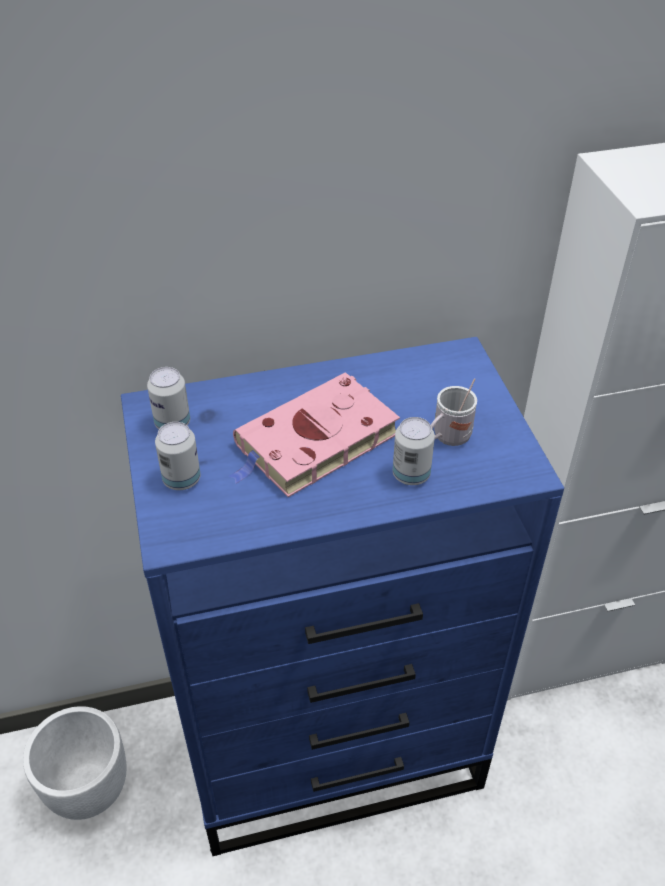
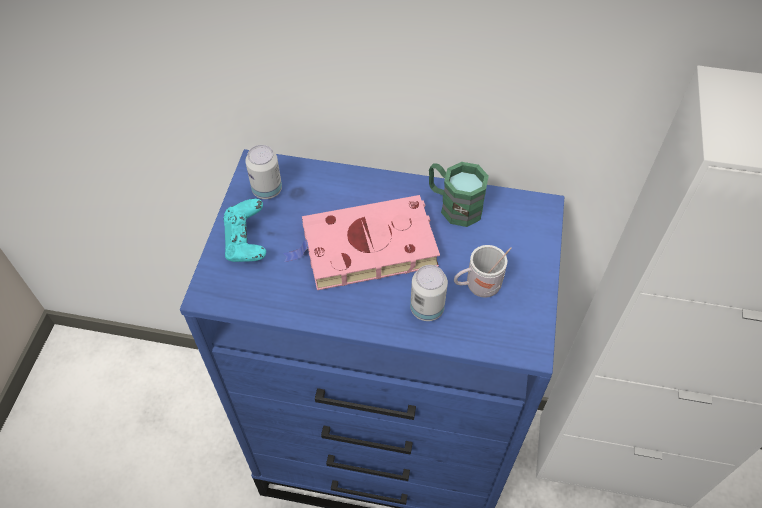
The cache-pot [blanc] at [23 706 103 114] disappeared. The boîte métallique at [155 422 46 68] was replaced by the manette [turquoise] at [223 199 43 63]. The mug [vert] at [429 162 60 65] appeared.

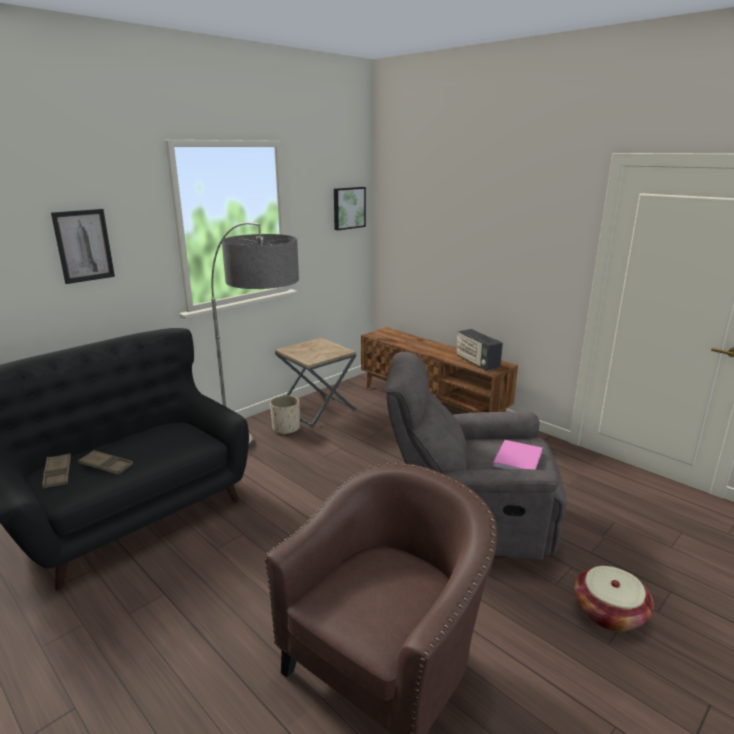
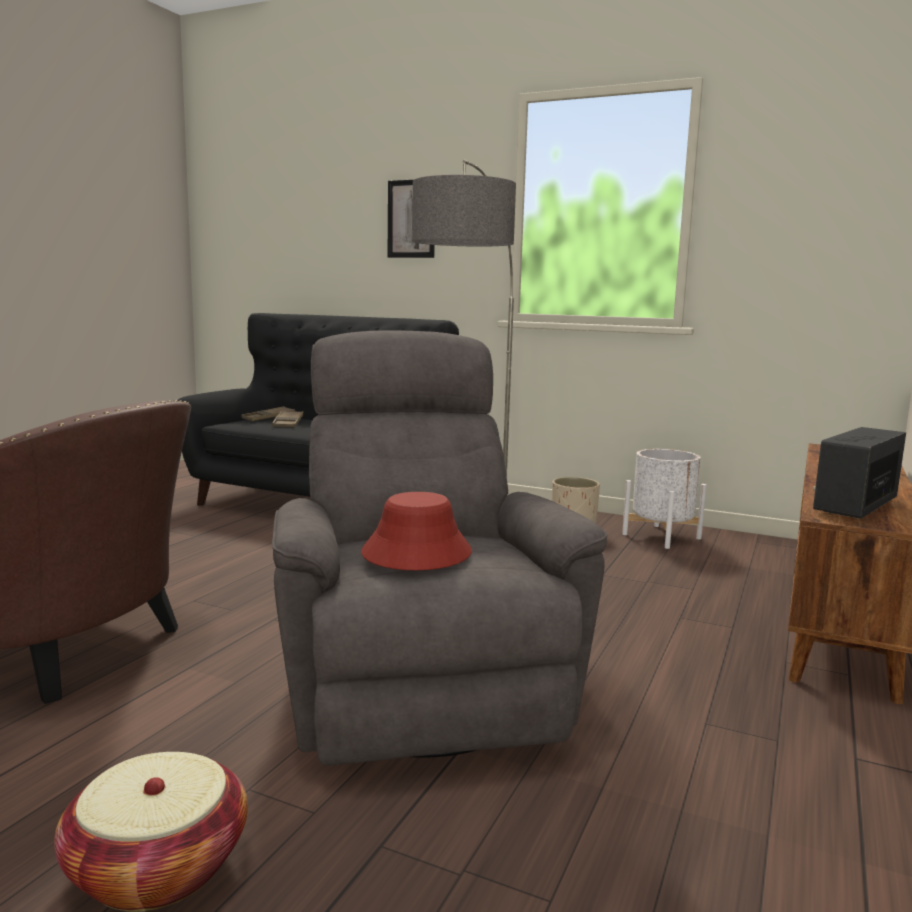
The table d'appoint [marron] at [275 338 82 89] was replaced by the cache-pot [blanc] at [622 449 84 100]. The tableau at [334 187 32 43] disappeared. The livre [rose] at [493 440 50 30] was replaced by the chapeau [rouge] at [361 492 111 78].

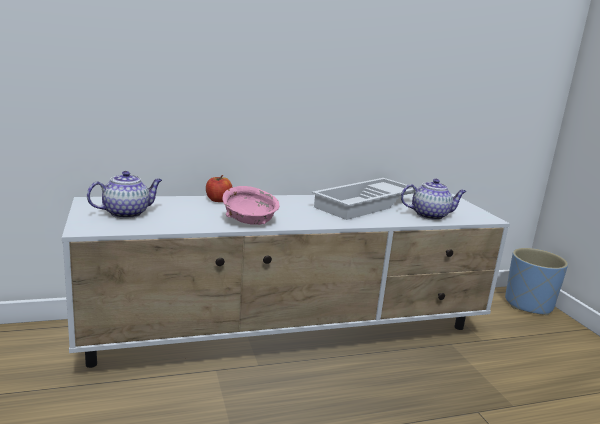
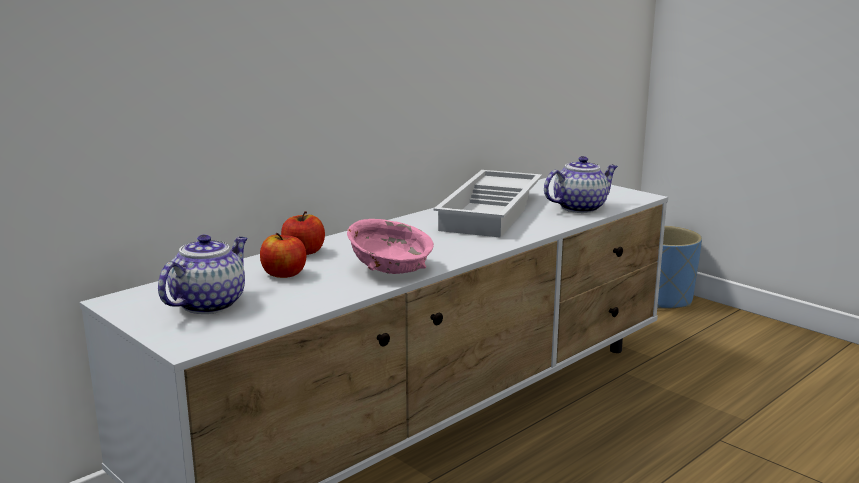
The pomme at [260 233 46 45] appeared.

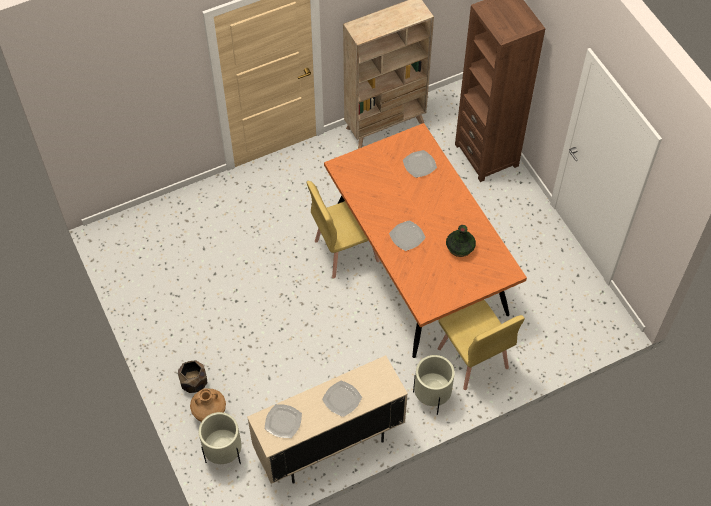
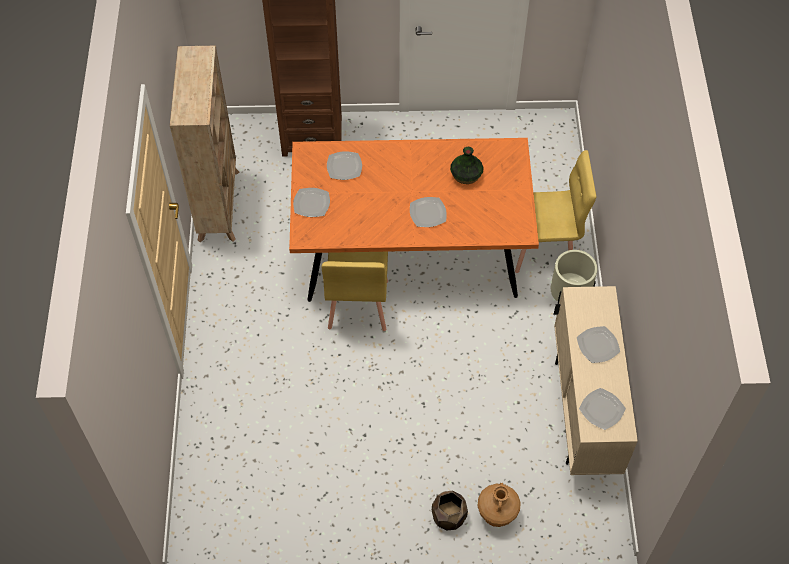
The cache-pot [beige] at [199 412 43 52] disappeared. The assiette at [293 188 37 29] appeared.

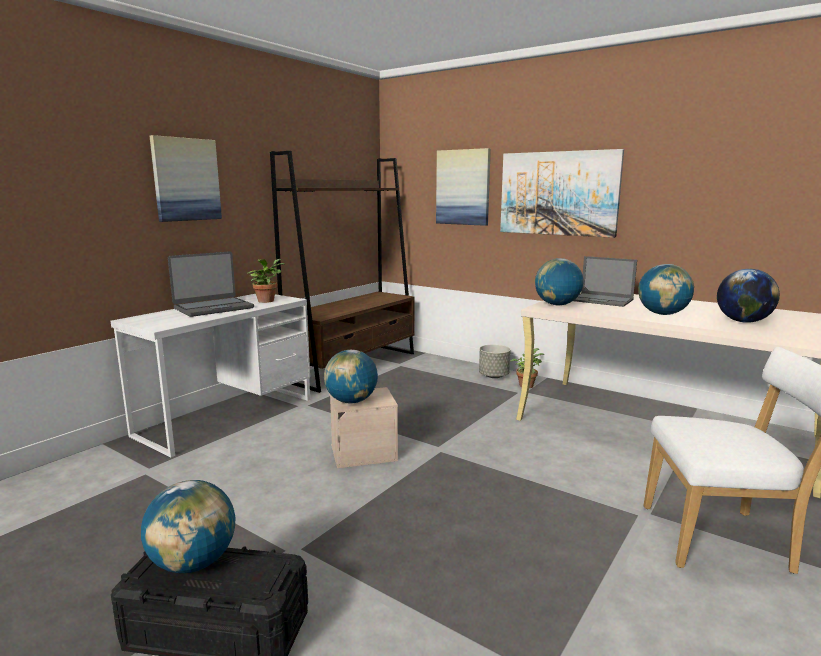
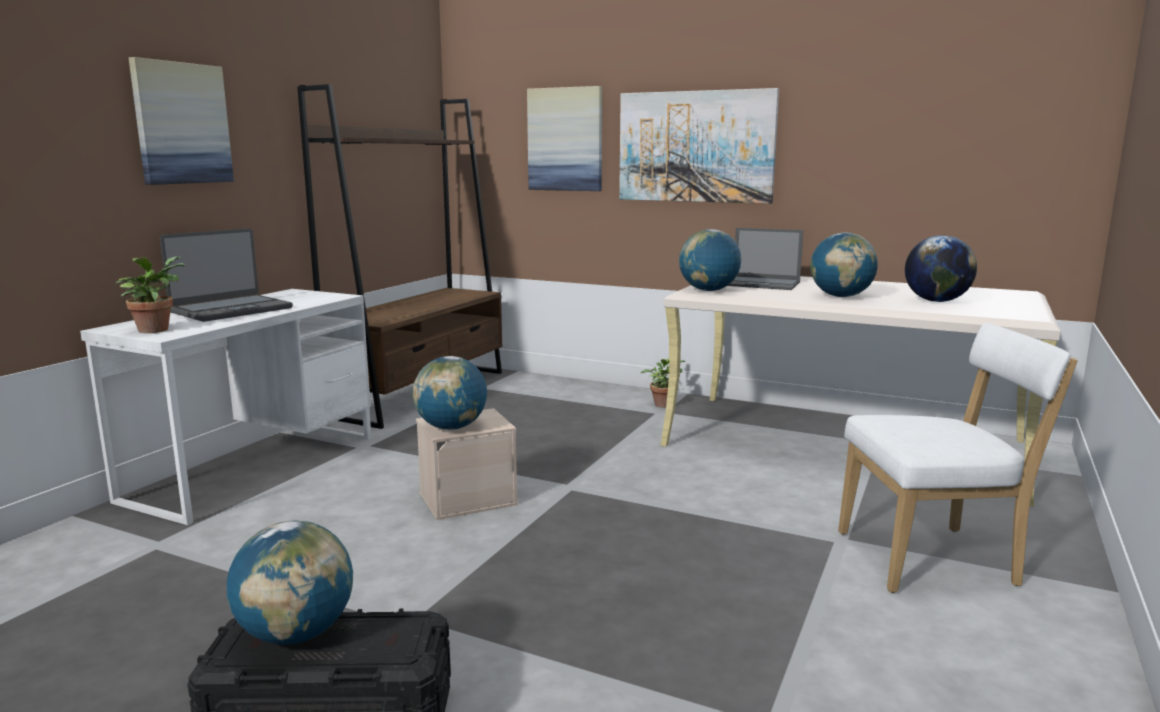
The plante en pot moved from [247 259 37 44] to [115 257 70 76]. The cache-pot [gris] at [479 344 32 34] disappeared.

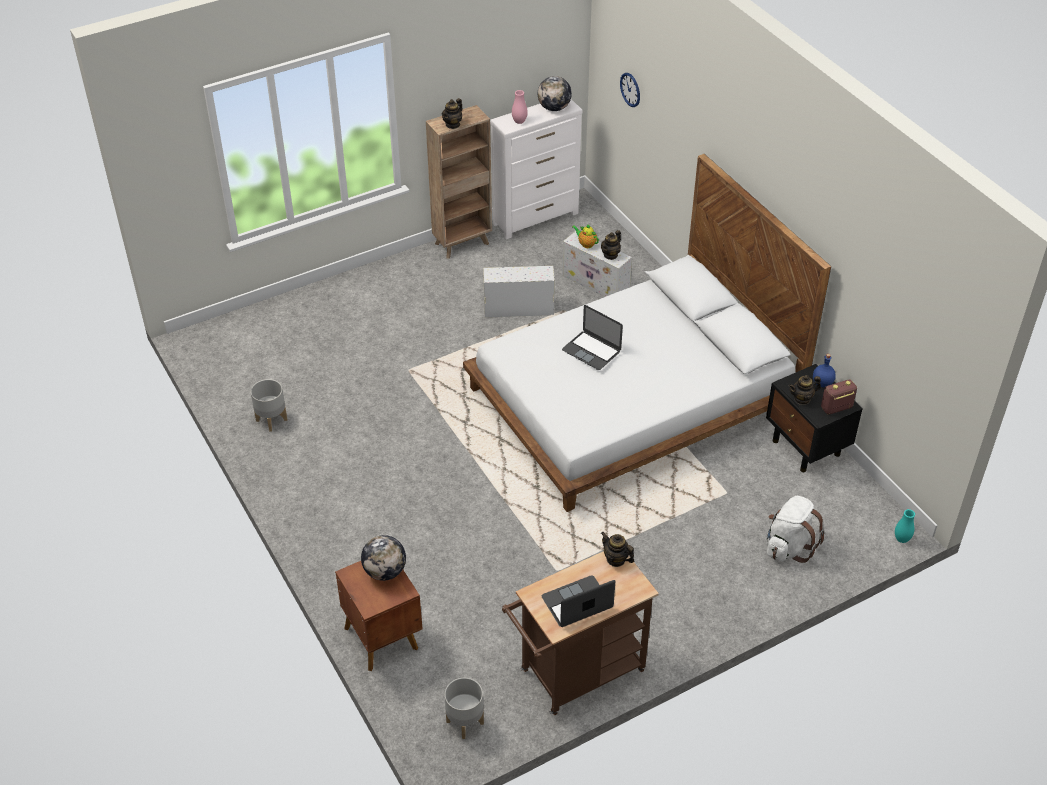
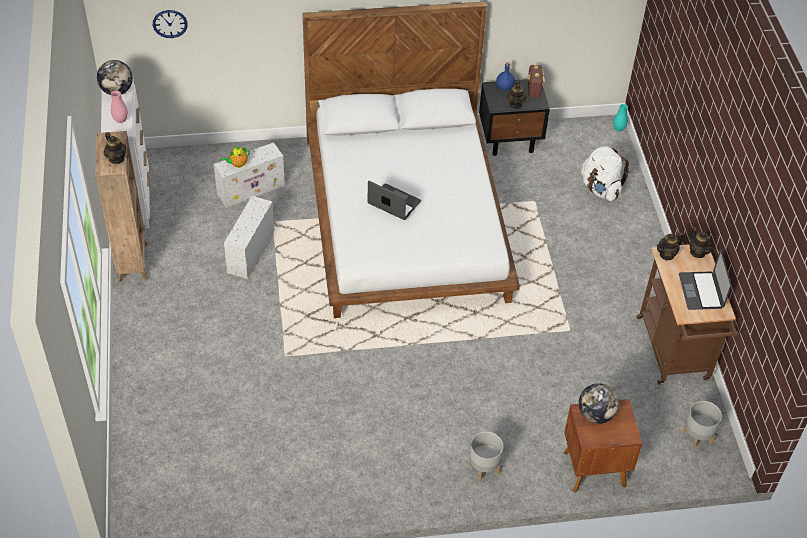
The cache-pot [gris] moved from [251 379 36 53] to [468 432 35 50]. The ordinateur portable at [562 305 61 65] turned 120 degrees counterclockwise. The théière moved from [601 230 20 30] to [689 227 24 31].

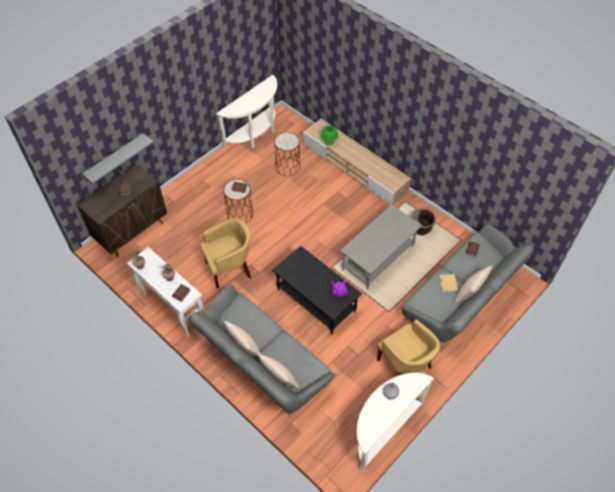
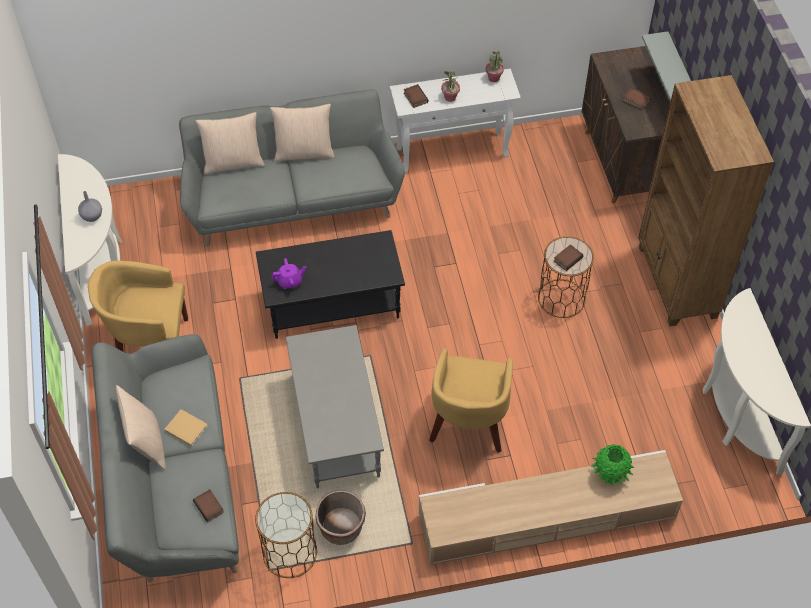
The fauteuil [jaune] moved from [200 219 51 70] to [429 348 84 105]. The table d'appoint [marron] moved from [274 132 26 44] to [255 492 62 86]. The bibliothèque [marron] at [638 75 136 251] appeared.

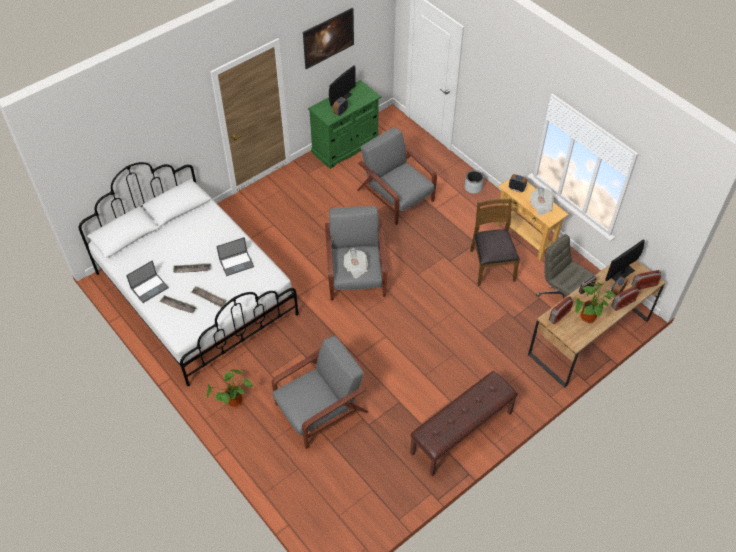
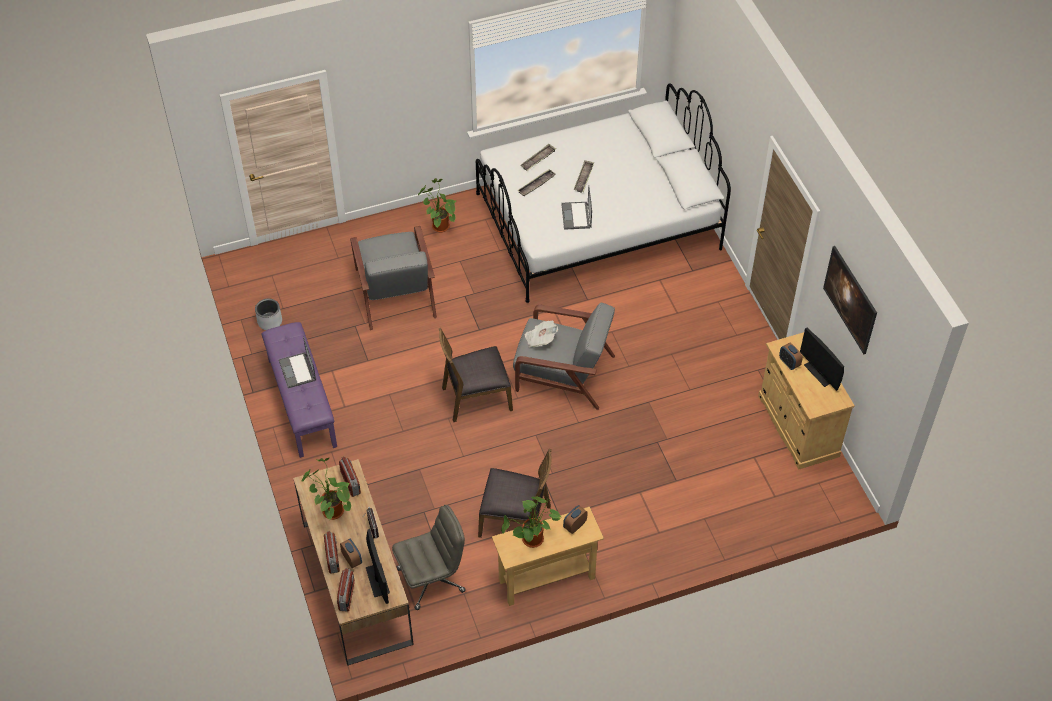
The ordinateur portable moved from [126 260 43 43] to [279 336 37 52]. The meuble de rangement [vert] at [308 80 73 89] became the meuble de rangement [beige] at [758 332 97 138]. The fauteuil [gris] at [357 128 80 97] disappeared. The banc [marron] at [410 371 108 106] became the banc [violet] at [261 322 76 136]. The cache-pot [gris] moved from [465 170 19 24] to [255 299 27 31]. The journal at [530 187 24 29] was replaced by the plante en pot at [501 496 60 52]. The chaise [marron] at [439 328 74 94] appeared.

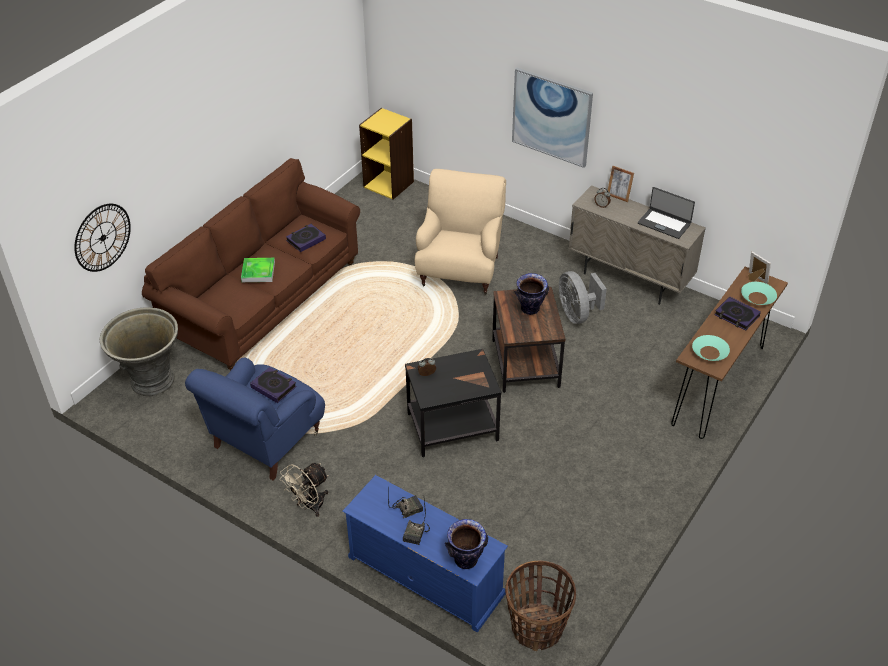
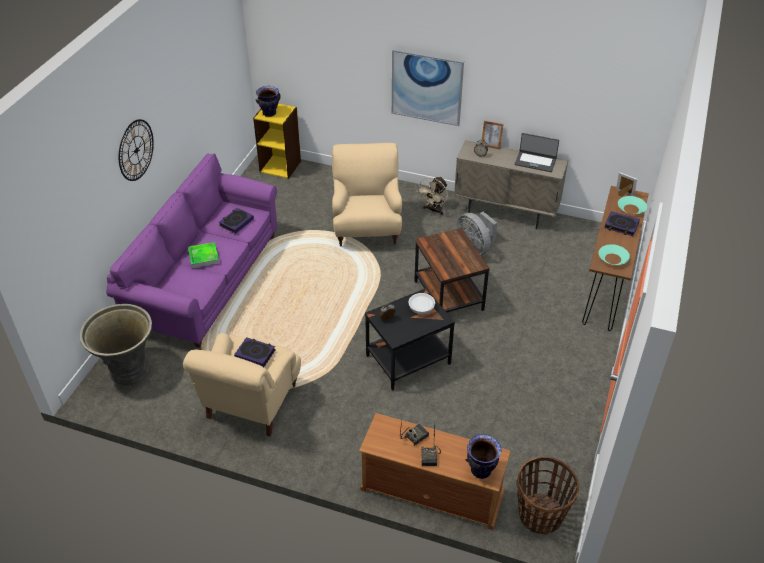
The horloge murale moved from [74 204 57 68] to [119 119 35 62]. The canapé [marron] at [142 158 218 212] became the canapé [violet] at [106 153 171 195]. The fauteuil [bleu] at [185 358 140 122] became the fauteuil [beige] at [183 333 118 104]. The ventilateur [beige] moved from [280 463 49 54] to [416 176 32 39]. The meuble télé [bleu] at [342 475 166 158] became the meuble télé [marron] at [359 413 152 117]. The vase moved from [514 273 35 42] to [256 86 24 31]. The bol [blanc] at [409 293 26 22] appeared.

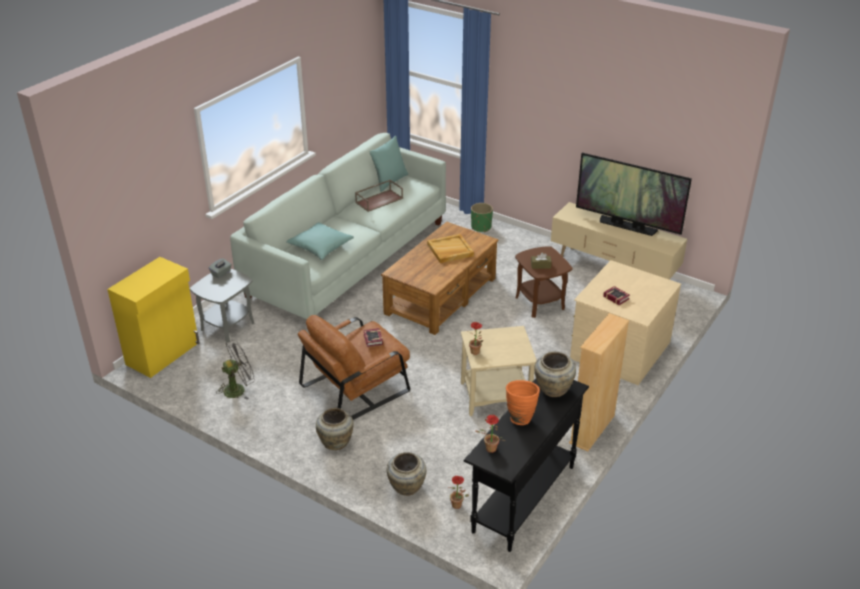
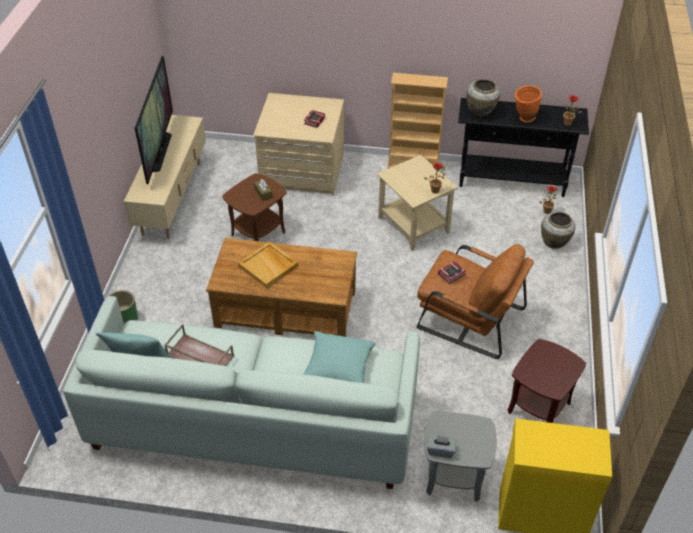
The ventilateur [gris] at [216 340 39 60] was replaced by the table d'appoint [marron] at [508 339 78 84]. The vase [beige] at [316 408 38 42] disappeared.

